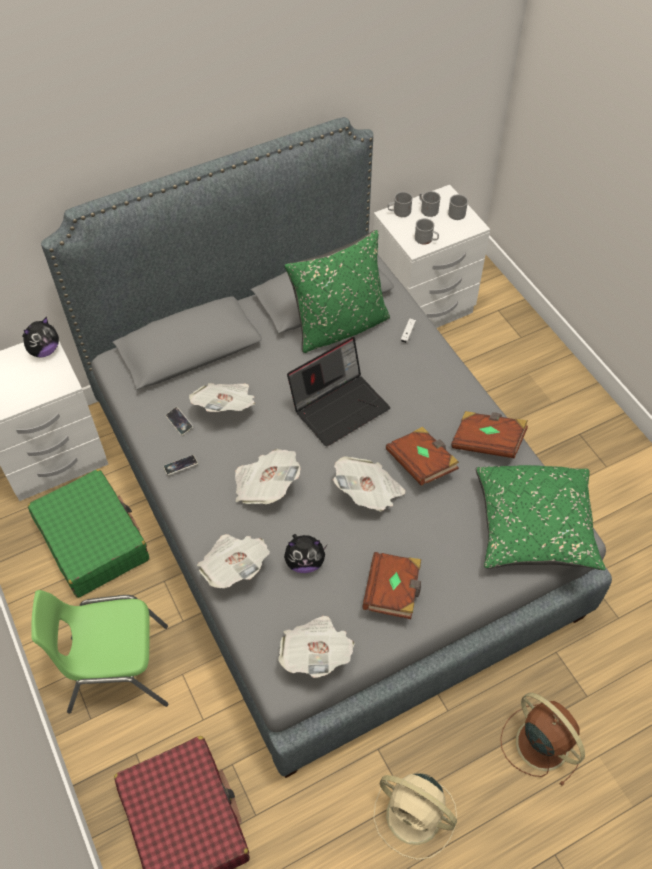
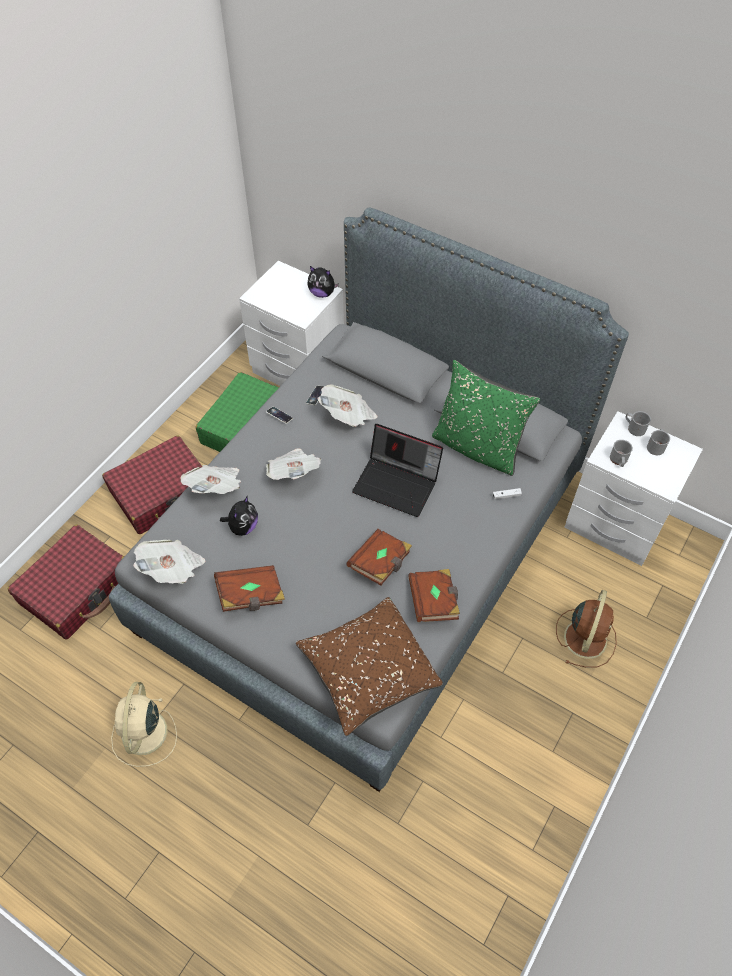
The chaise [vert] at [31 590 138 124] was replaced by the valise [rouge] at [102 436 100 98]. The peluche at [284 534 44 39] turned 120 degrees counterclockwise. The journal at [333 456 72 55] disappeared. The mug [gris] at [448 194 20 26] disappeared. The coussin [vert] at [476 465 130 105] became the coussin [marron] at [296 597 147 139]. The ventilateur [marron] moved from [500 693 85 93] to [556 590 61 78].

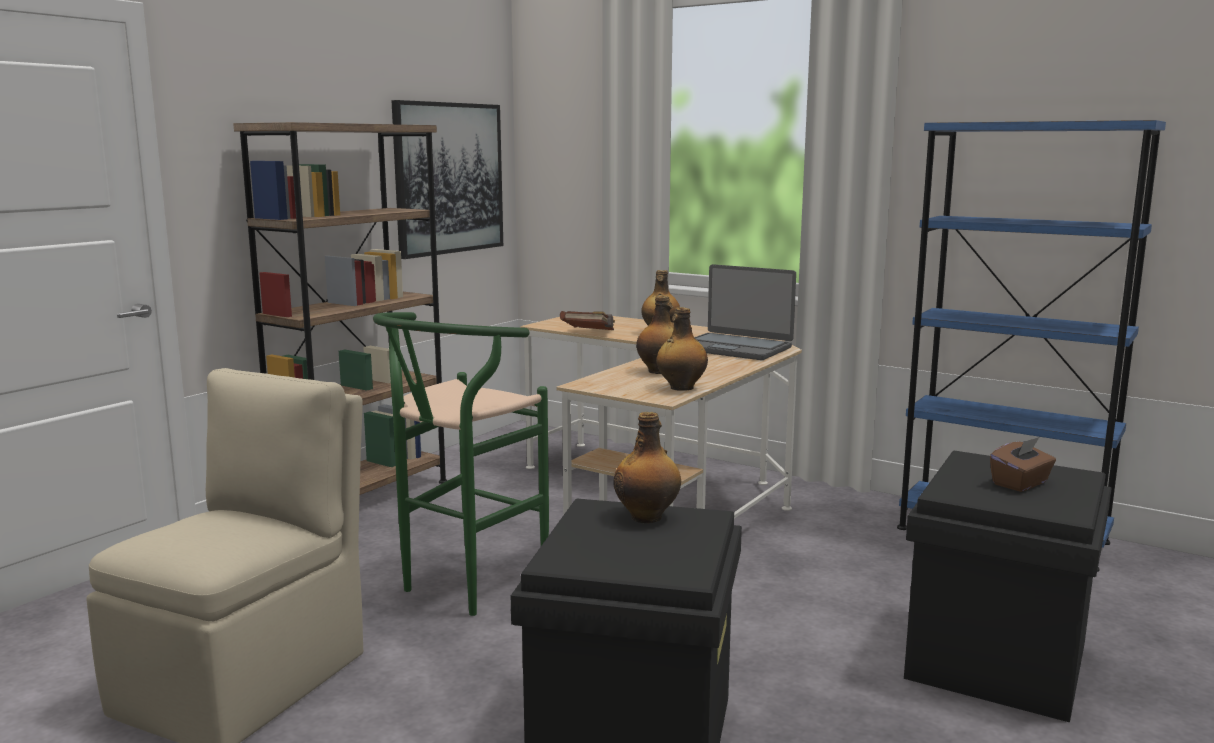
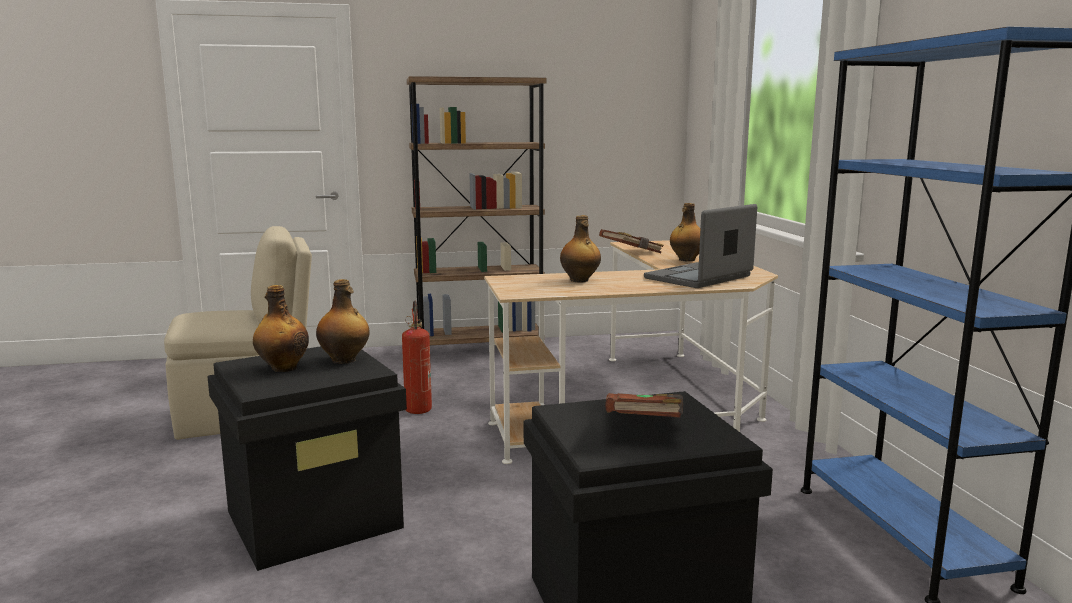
The tabouret [vert] at [373 312 176 304] was replaced by the extincteur at [402 301 30 113]. The tableau at [391 100 112 159] disappeared. The bouteille moved from [656 307 52 84] to [253 285 56 87]. The ordinateur portable at [694 264 102 96] turned 60 degrees clockwise. The boîte à mouchoirs [marron] at [990 437 66 55] was replaced by the livre [marron] at [605 393 78 25].

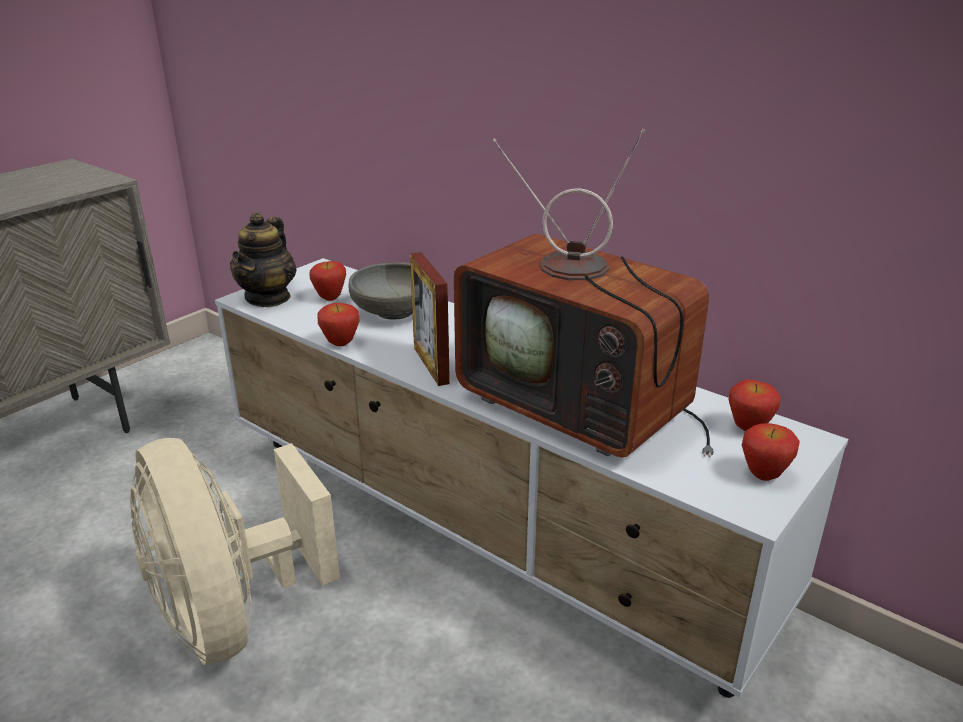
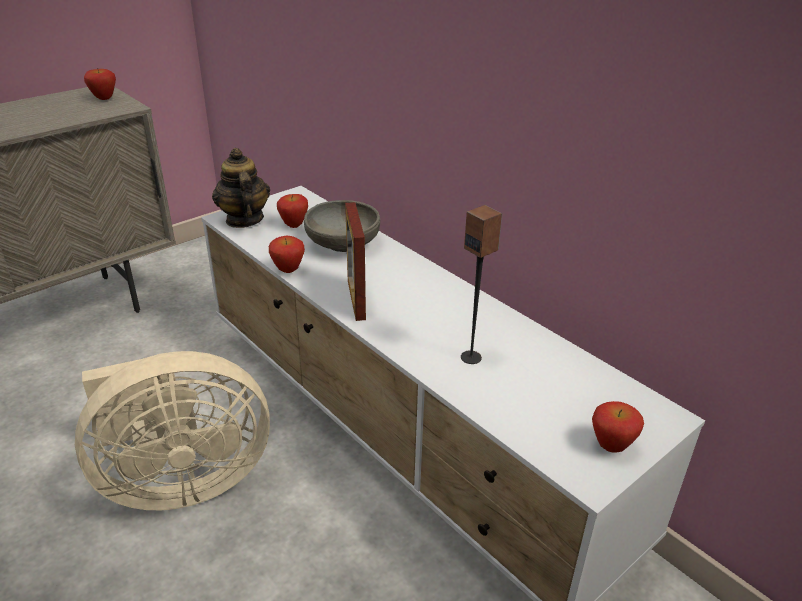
The ventilateur [beige] at [130 438 210 227] turned 90 degrees counterclockwise. The théière at [230 212 67 95] turned 135 degrees clockwise. The téléviseur at [454 129 260 329] was replaced by the enceinte at [461 205 41 159]. The pomme moved from [728 380 52 51] to [84 68 32 32].

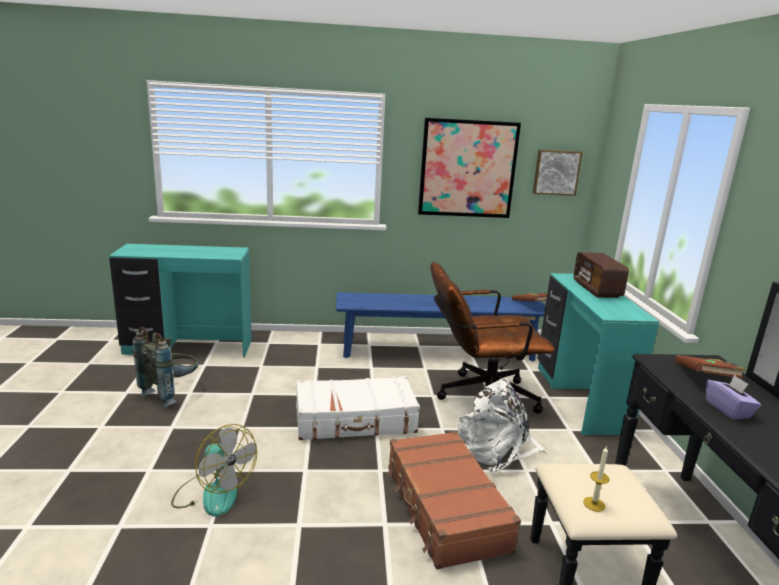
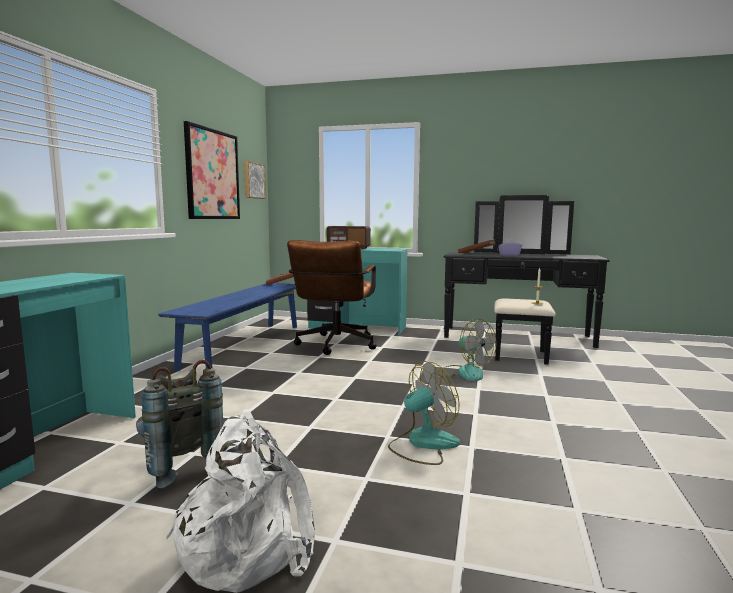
The valise [blanc] at [296 376 124 64] disappeared. The valise [marron] at [387 431 134 138] was replaced by the ventilateur at [438 318 58 63]. The sac à dos [blanc] moved from [458 378 89 95] to [166 409 149 184].

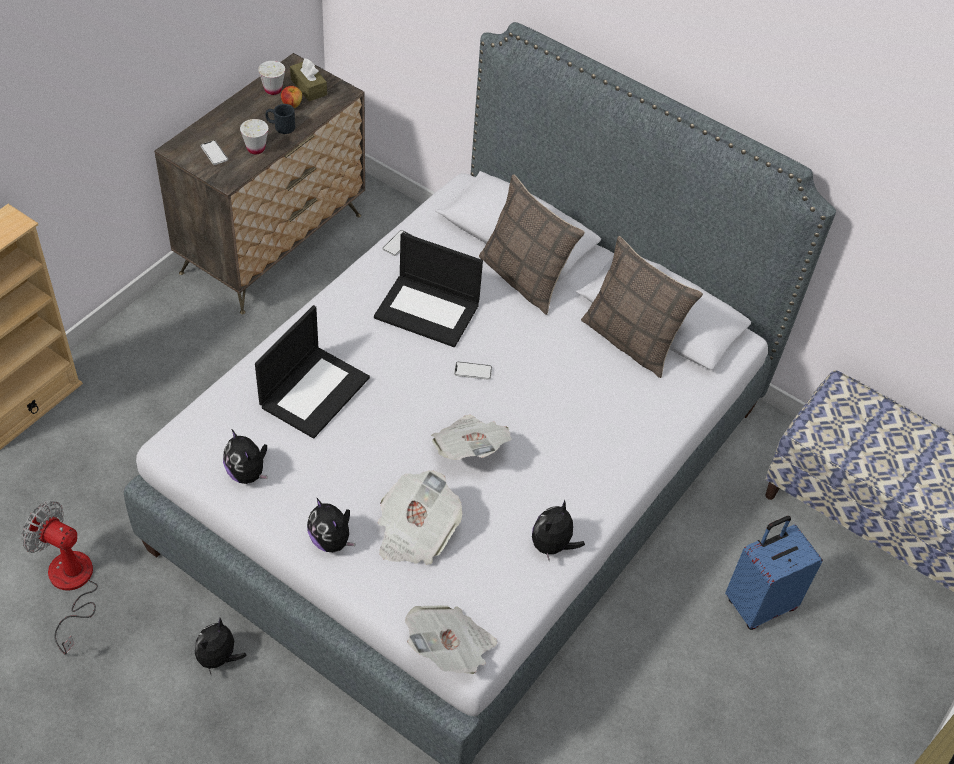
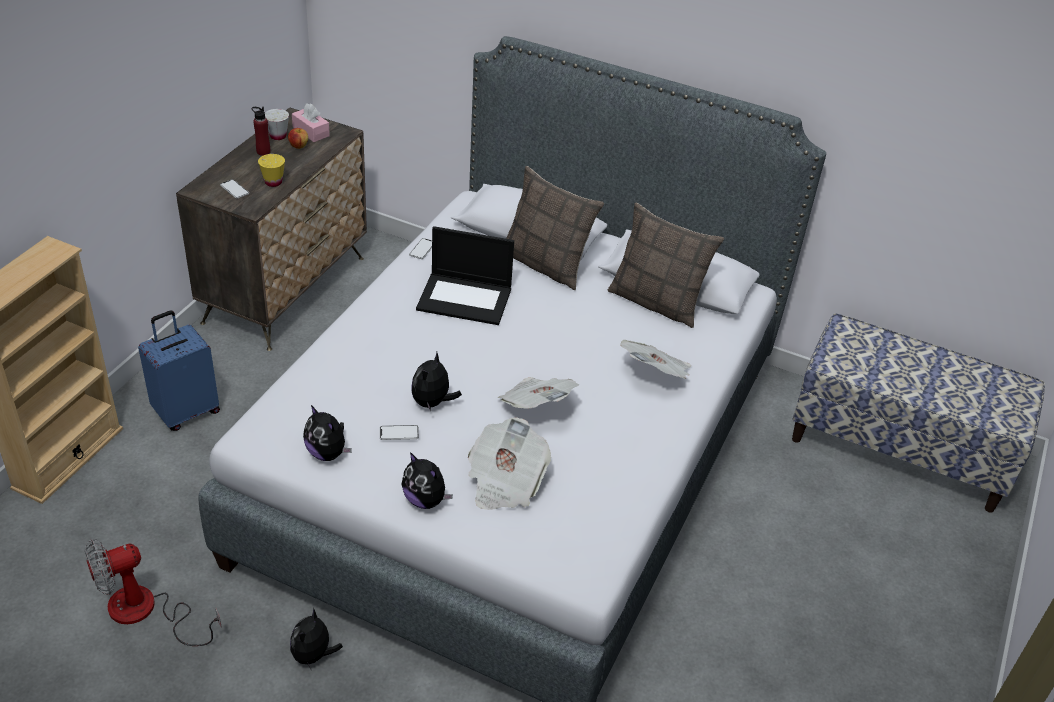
The ventilateur at [21 501 77 154] turned 45 degrees counterclockwise. The tasse [blanc] at [240 119 28 35] became the tasse [jaune] at [258 154 27 33]. The ordinateur portable at [255 305 115 134] disappeared. The mug [noir] at [266 104 29 30] disappeared. The boîte à mouchoirs [marron] at [290 58 37 43] became the boîte à mouchoirs [rose] at [292 103 38 39]. The journal moved from [405 605 92 70] to [620 340 71 39]. The téléphone moved from [454 362 38 18] to [380 425 39 15]. The peluche moved from [532 500 53 62] to [411 352 51 59]. The valise [bleu] moved from [725 516 98 114] to [138 310 82 121]. The bouteille [rouge] at [252 106 18 50] appeared.

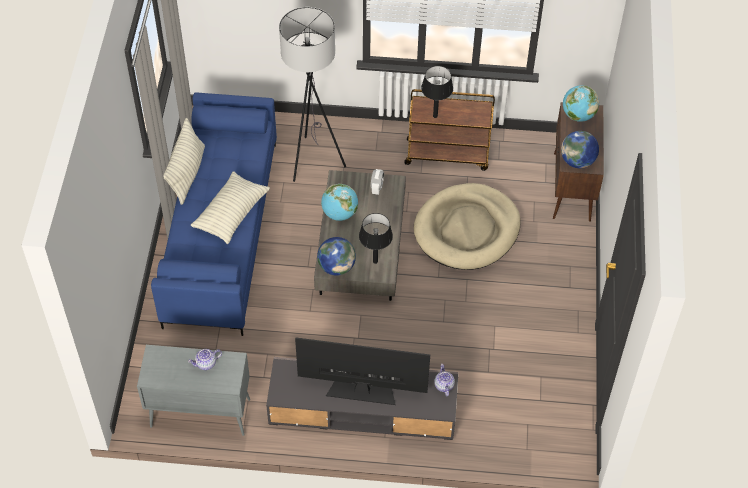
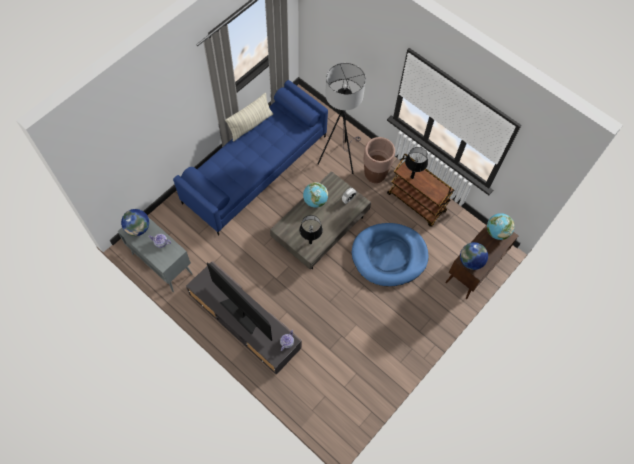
The coussin at [191 171 79 73] disappeared. The globe moved from [317 237 39 39] to [121 209 28 27]. The panier pour chien [beige] at [414 183 107 87] became the panier pour chien [bleu] at [352 223 76 63]. The cache-pot [marron] at [363 137 32 46] appeared.

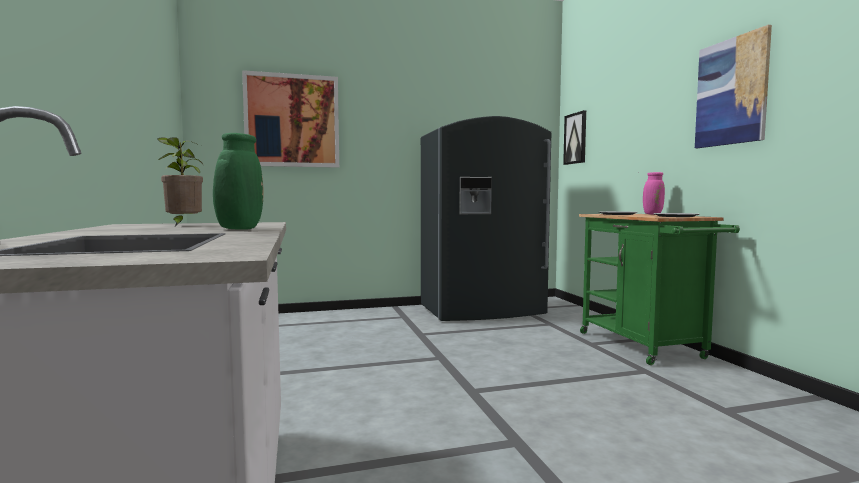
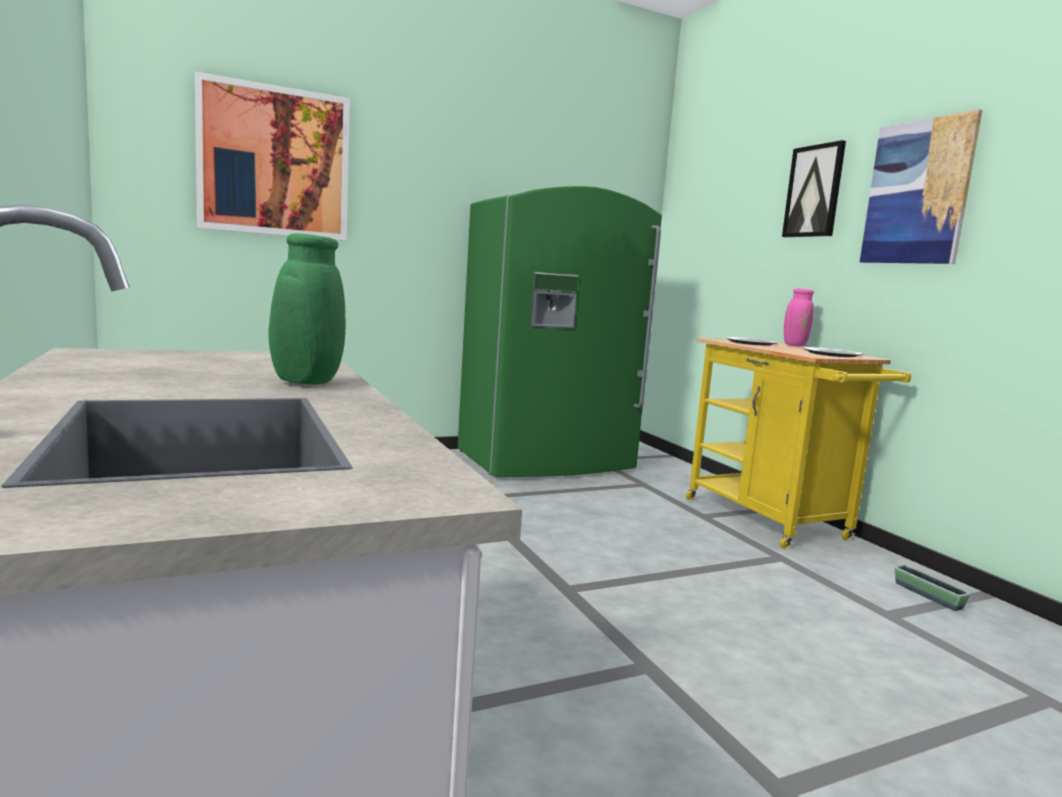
The plante en pot at [158 137 46 89] disappeared. The réfrigérateur [gris] at [421 116 130 205] became the réfrigérateur [vert] at [458 186 204 291]. The tableau moved from [563 110 23 55] to [782 140 64 97]. The chariot [vert] at [579 214 161 151] became the chariot [jaune] at [686 338 225 211]. The cache-pot at [894 565 76 46] appeared.

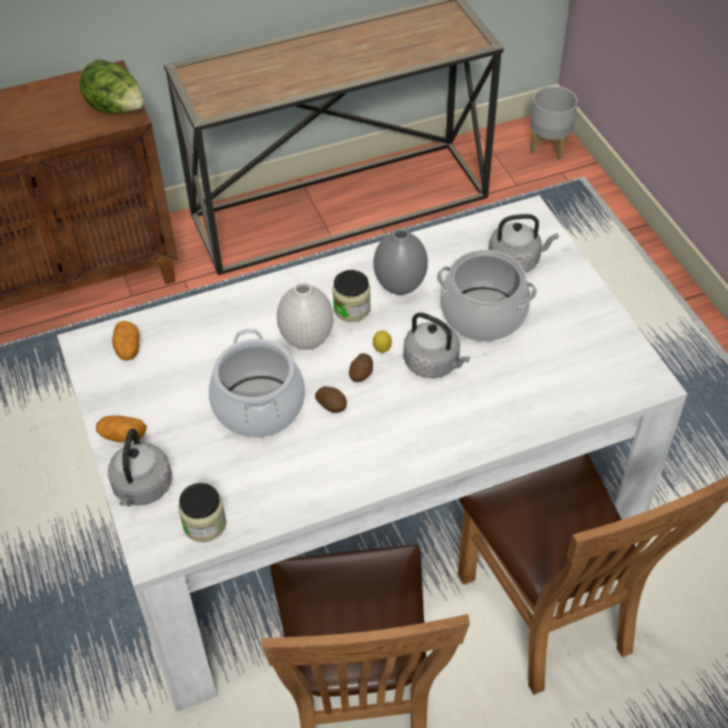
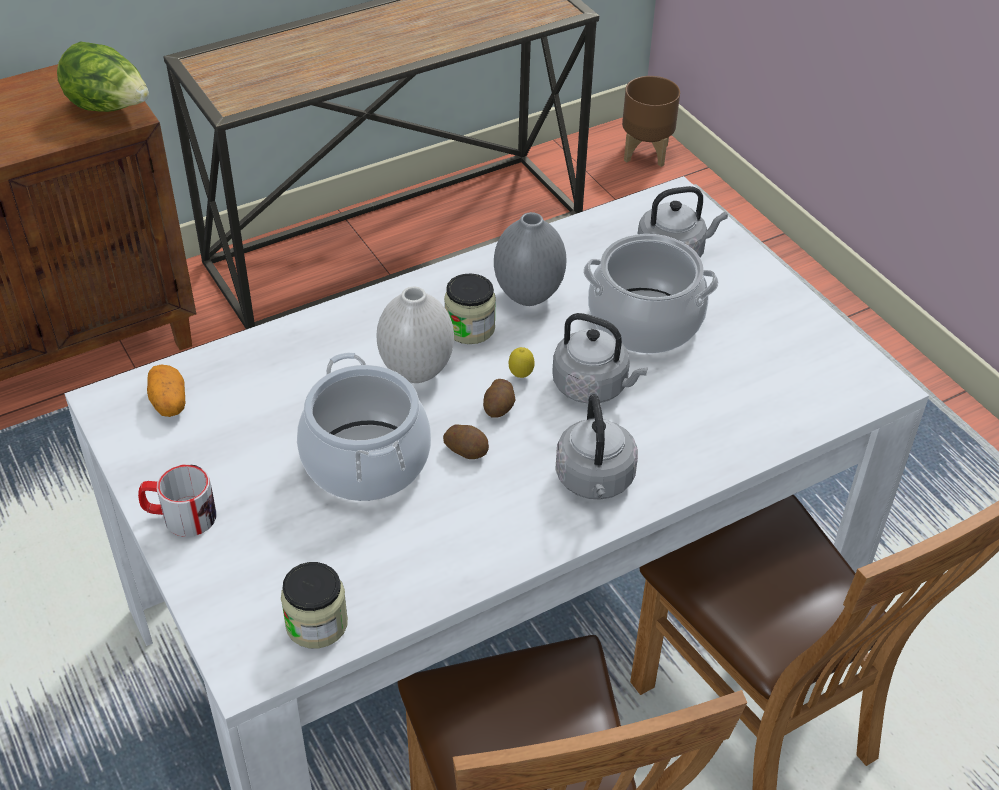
The pomme de terre at [96 416 51 26] was replaced by the mug at [138 464 79 73]. The bouilloire [gris] moved from [108 429 64 77] to [555 394 83 106]. The cache-pot [gris] at [530 86 48 73] became the cache-pot [marron] at [622 76 58 91].

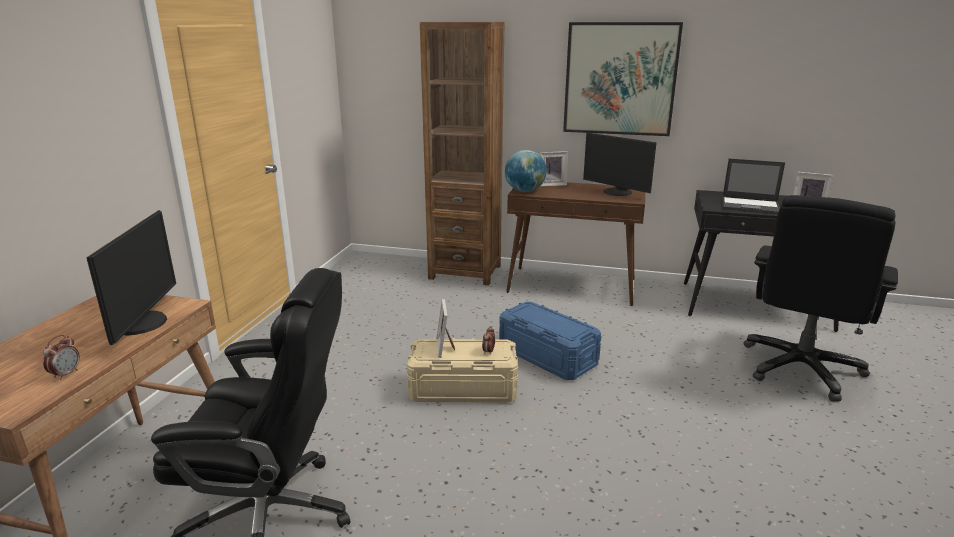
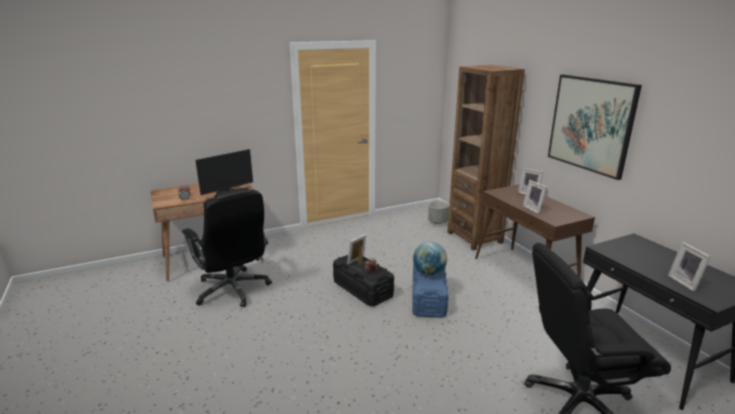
The boîte de rangement [beige] at [407 338 111 65] became the boîte de rangement [noir] at [333 255 61 51]. The globe moved from [505 150 42 42] to [413 242 34 34]. The écran d'ordinateur at [583 132 73 64] disappeared. The ordinateur portable at [722 159 63 55] disappeared. The cache-pot [gris] at [428 201 21 23] appeared. The cadre photo at [523 180 24 34] appeared.

